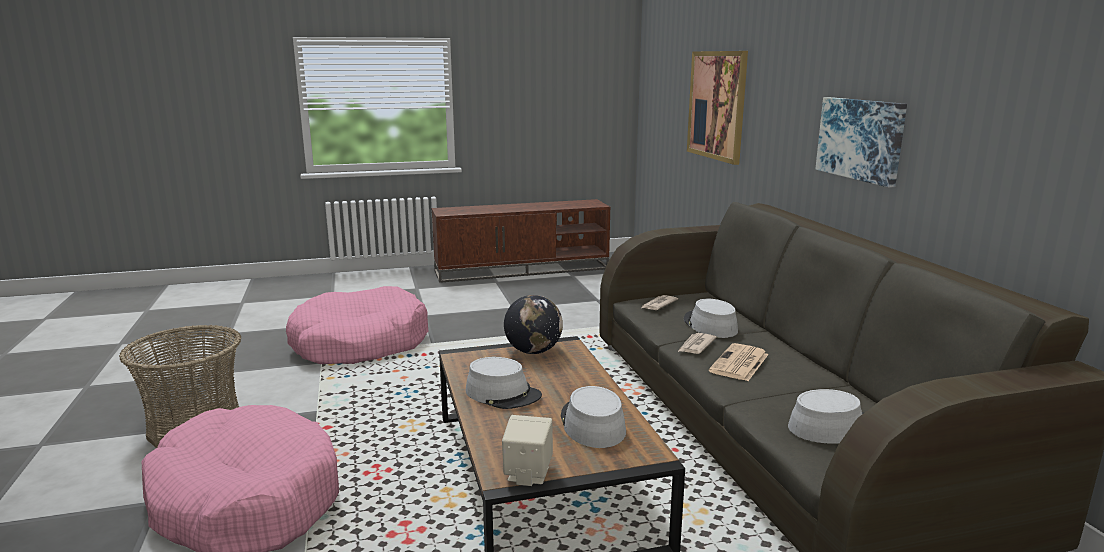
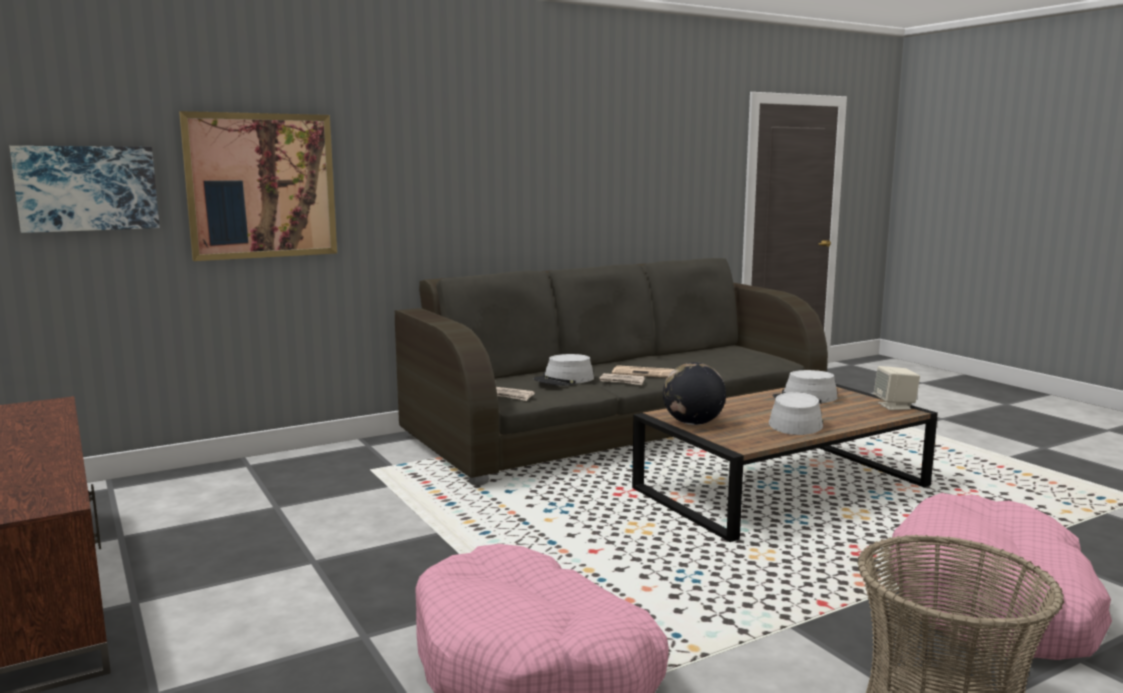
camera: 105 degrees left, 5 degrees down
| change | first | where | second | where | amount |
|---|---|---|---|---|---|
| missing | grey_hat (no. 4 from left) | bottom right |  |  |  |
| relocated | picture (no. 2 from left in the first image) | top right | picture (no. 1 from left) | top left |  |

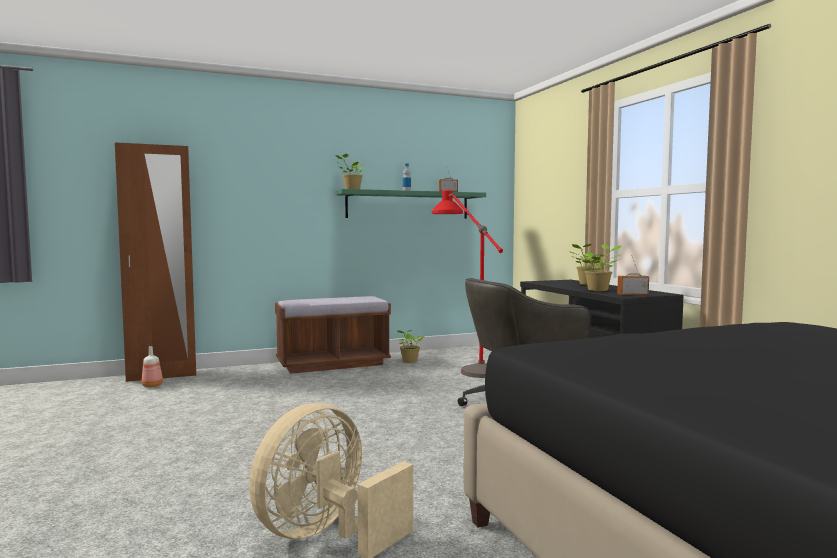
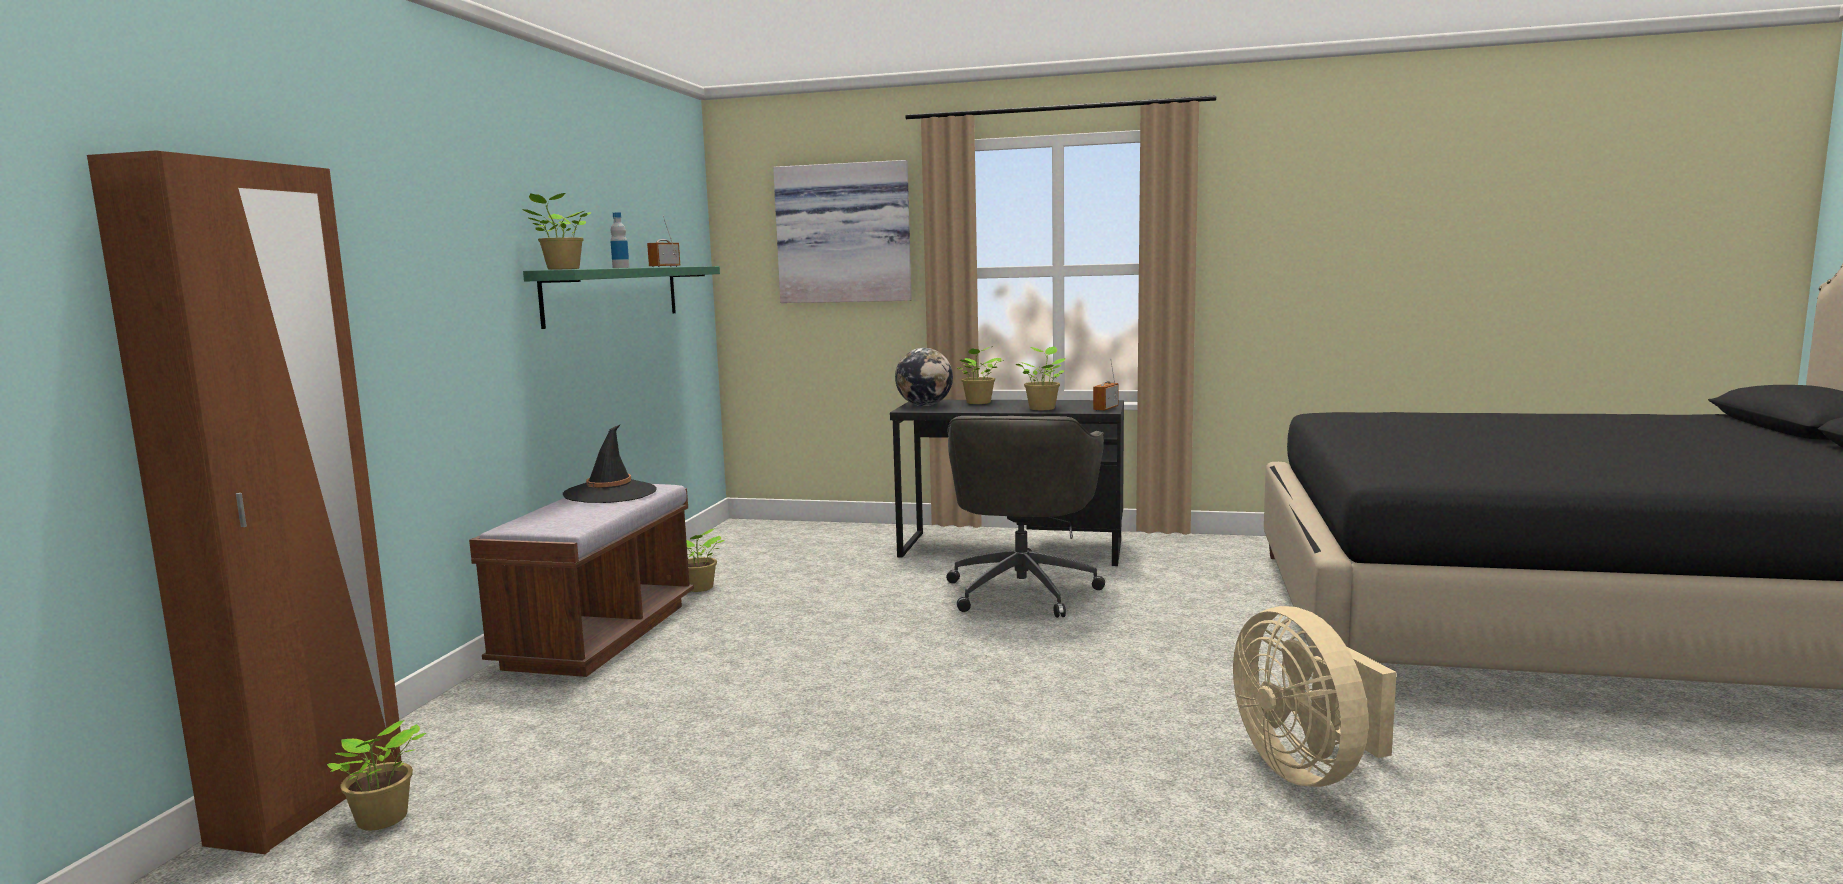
camera: 55 degrees left, 5 degrees up
| change | first | where | second | where | amount |
|---|---|---|---|---|---|
| exchanged | bottle (no. 1 from left) | middle left | potted_plant (no. 1 from left) | bottom left |  |
| missing | red_floor_lamp | centre |  |  |  |
| appeared |  |  | black_hat | middle left |  |
| appeared |  |  | picture | top centre |  |
| appeared |  |  | globe | centre |  |

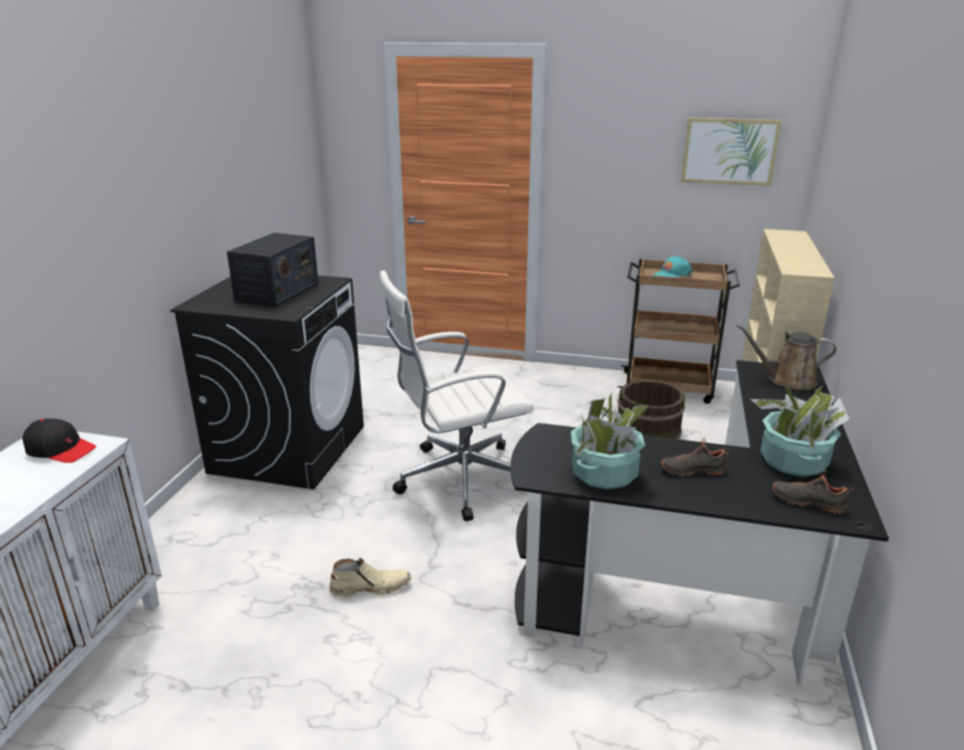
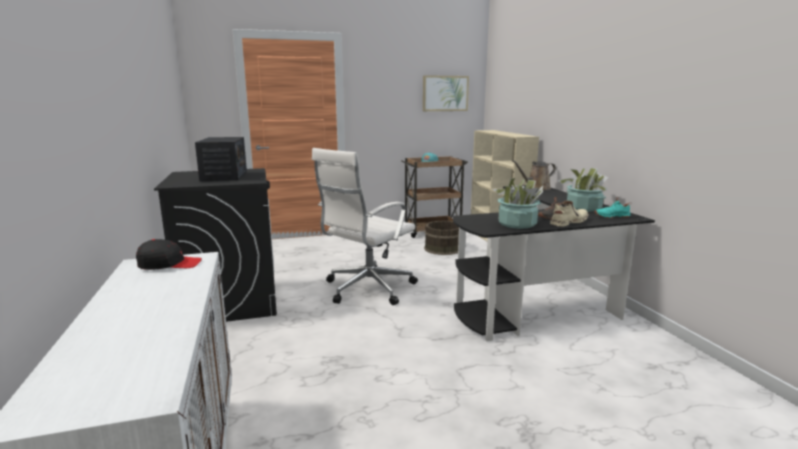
camera: 30 degrees left, 10 degrees down
| change | first | where | second | where | amount |
|---|---|---|---|---|---|
| relocated | beige_boot | bottom centre |  | middle right |  |
| colour | black_shoe (no. 2 from left) | middle right | turquoise_shoe | middle right |  |

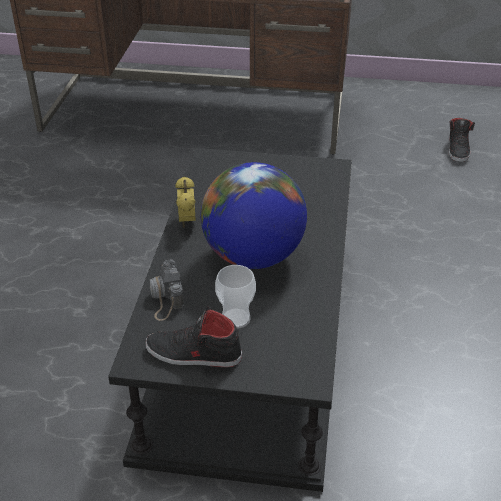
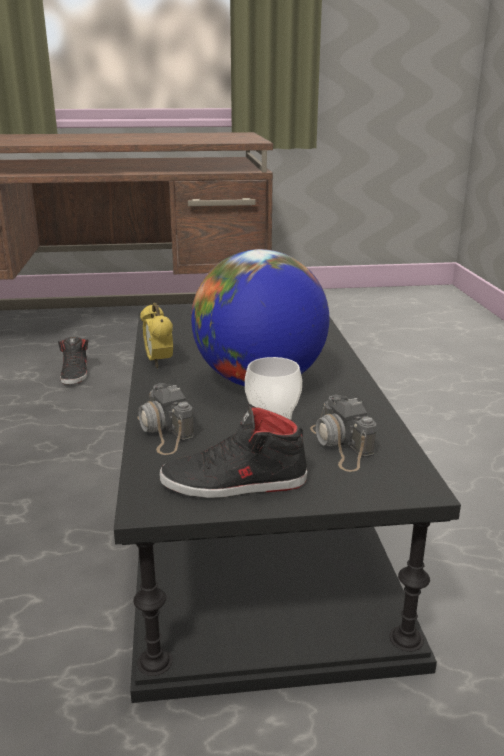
camera: 15 degrees left, 15 degrees down
| change | first | where | second | where | amount |
|---|---|---|---|---|---|
| relocated | black_shoe (no. 2 from left in the first image) | top right | black_shoe (no. 1 from left) | middle left |  |
| appeared |  |  | photo_camera (no. 2 from left) | middle right |  |

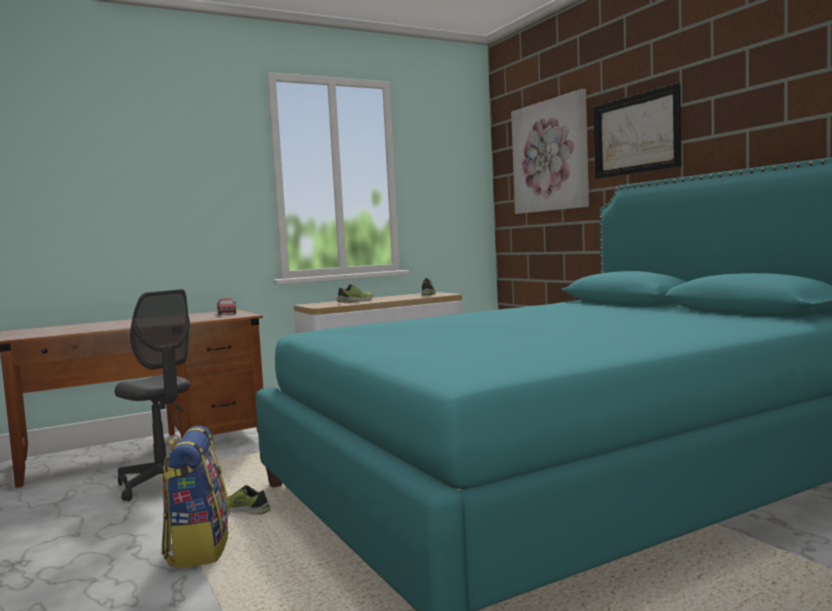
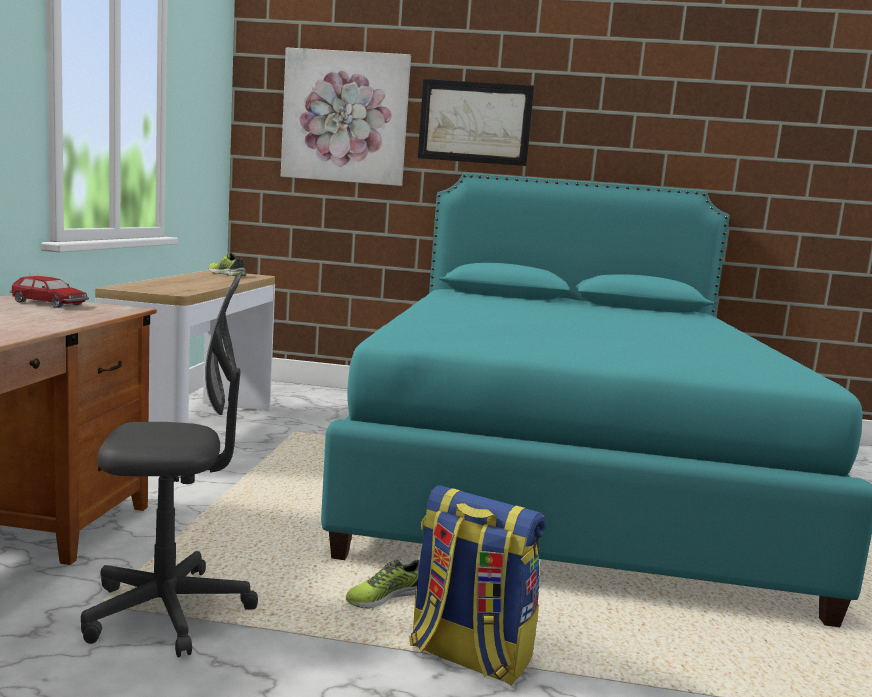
camera: 55 degrees left, 5 degrees up
| change | first | where | second | where | amount |
|---|---|---|---|---|---|
| missing | shoe (no. 2 from left) | centre |  |  |  |

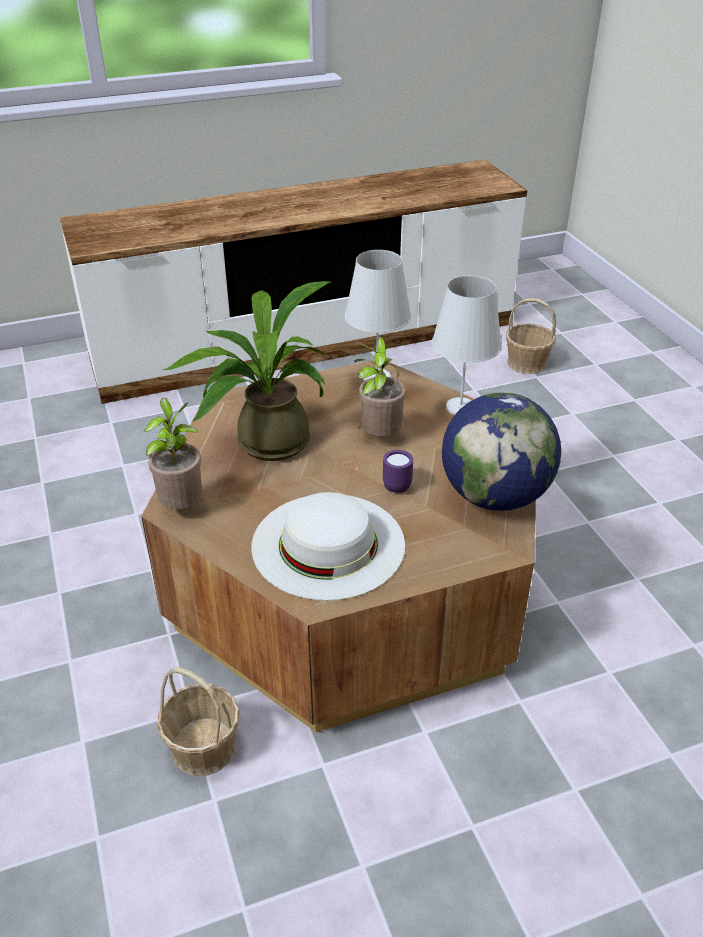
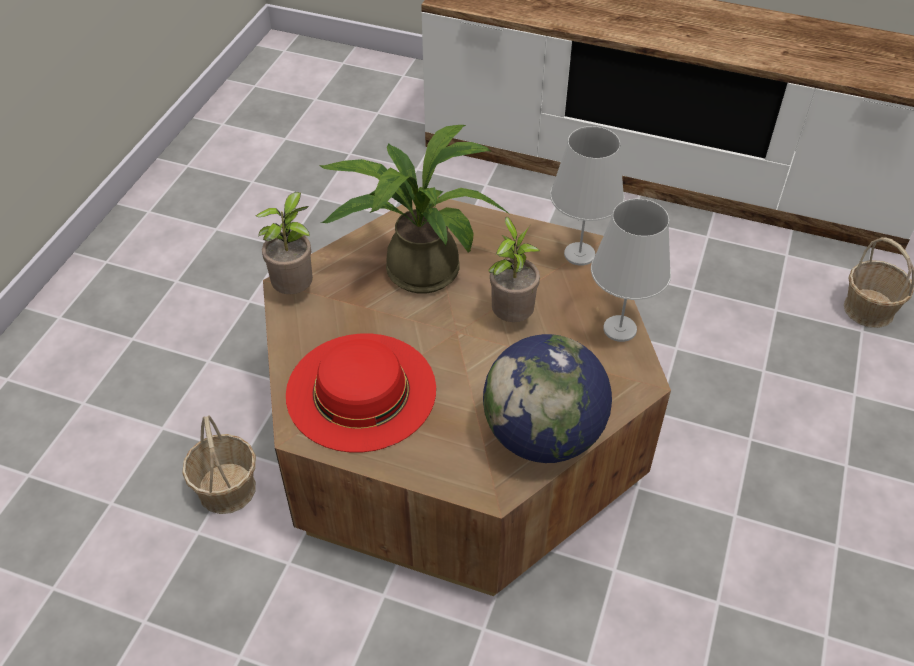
camera: 40 degrees right, 10 degrees up
| change | first | where | second | where | amount |
|---|---|---|---|---|---|
| colour | white_hat | centre | red_hat | centre |  |
| missing | purple_mug | centre |  |  |  |

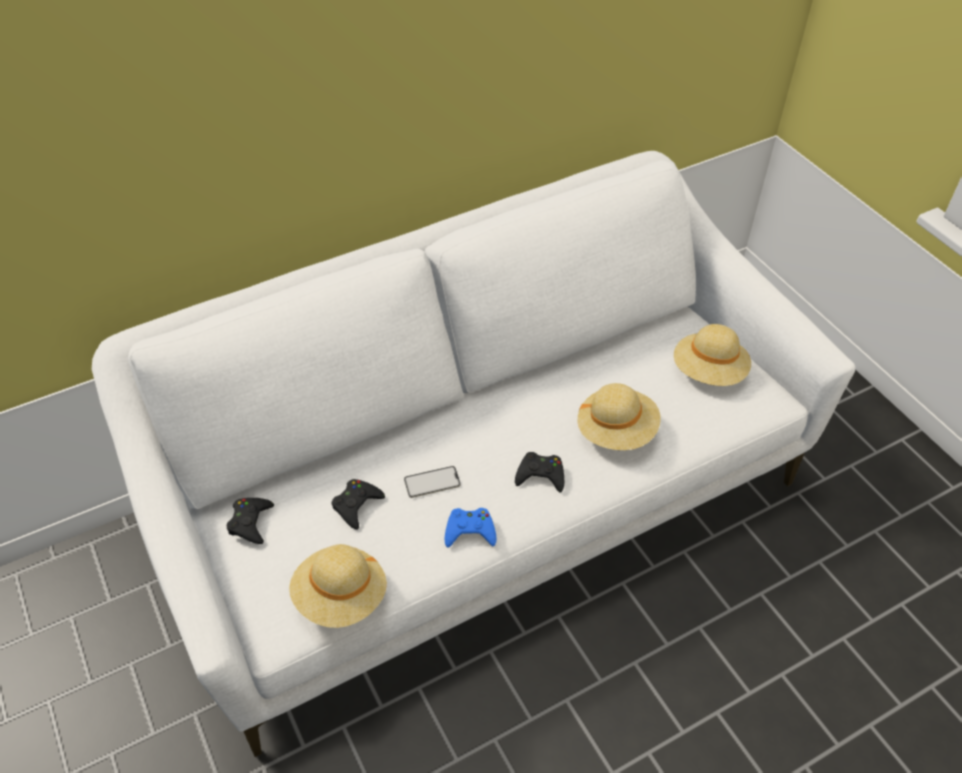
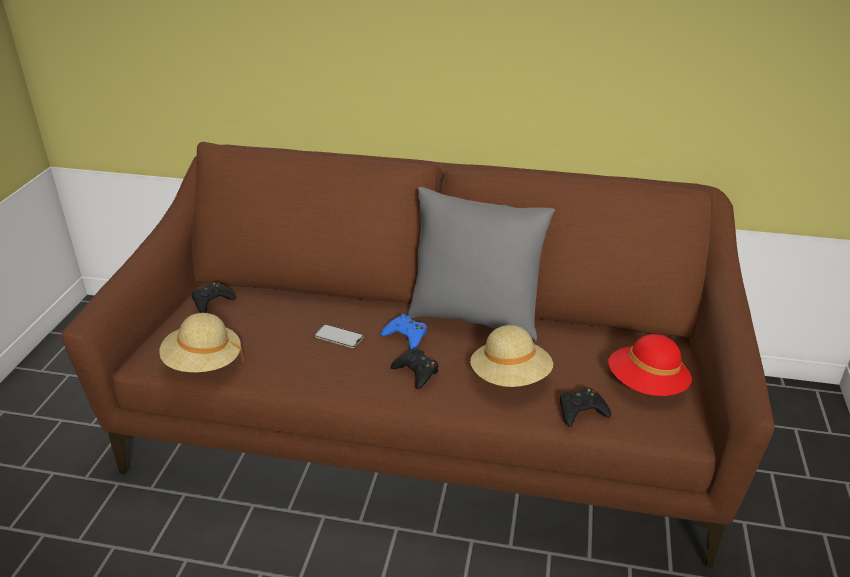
camera: 40 degrees right, 15 degrees down
| change | first | where | second | where | amount |
|---|---|---|---|---|---|
| colour | white_sofa | centre | brown_sofa | centre |  |
| relocated | black_game_controller (no. 2 from left in the first image) | centre | black_game_controller (no. 3 from left) | bottom right |  |
| relocated | blue_game_controller | bottom centre |  | centre |  |
| colour | beige_hat (no. 3 from left) | middle right | red_hat | middle right |  |
| appeared |  |  | grey_pillow | centre |  |

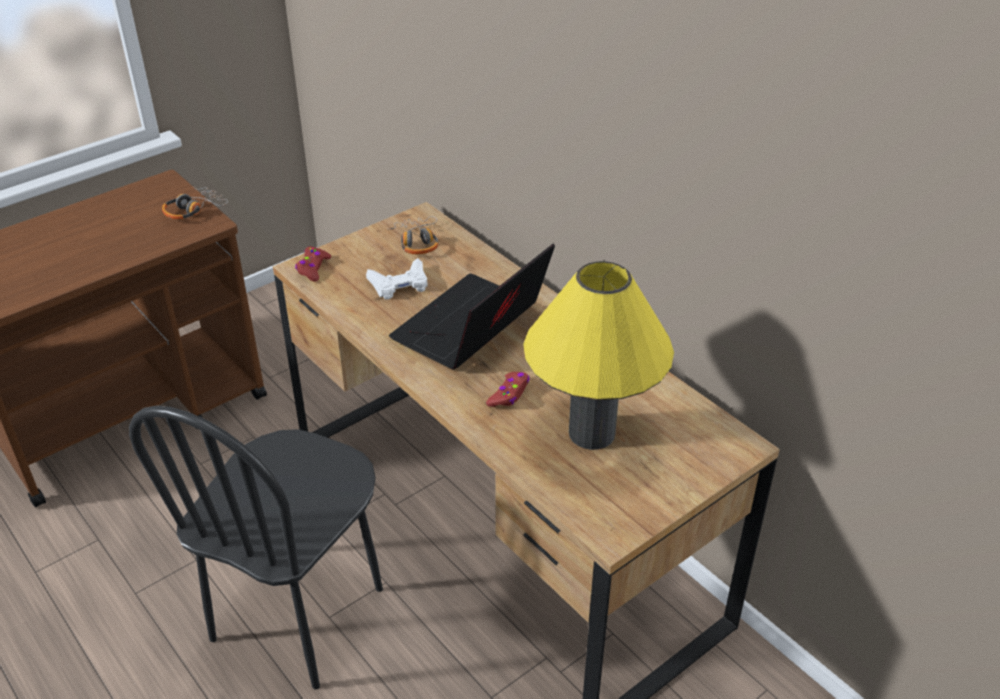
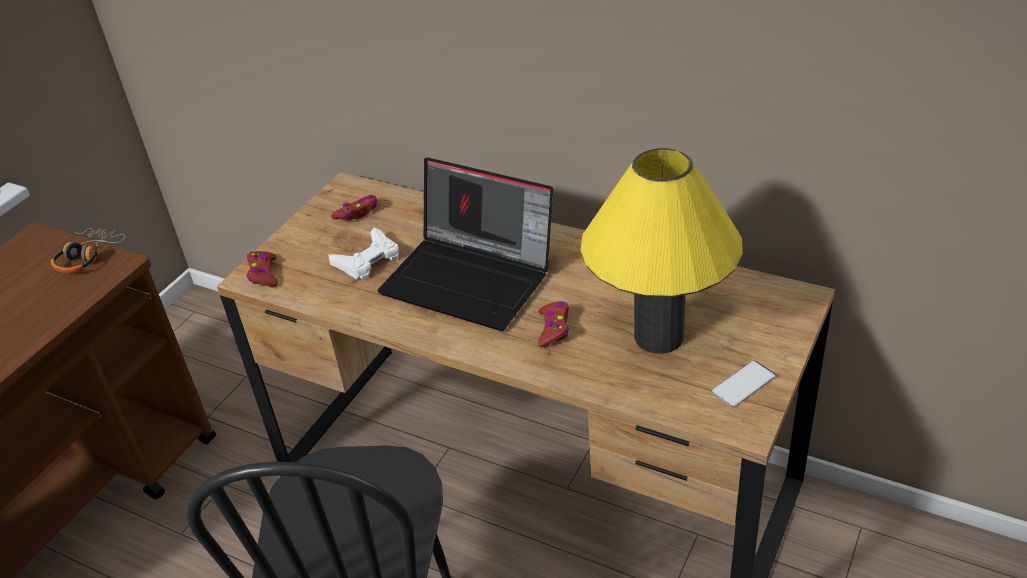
camera: 20 degrees left, 0 degrees up
| change | first | where | second | where | amount |
|---|---|---|---|---|---|
| exchanged | headphones (no. 2 from left) | centre | red_game_controller (no. 2 from left) | centre |  |
| spun | laptop | centre |  | centre | 75 degrees counterclockwise |
| appeared |  |  | phone | middle right |  |

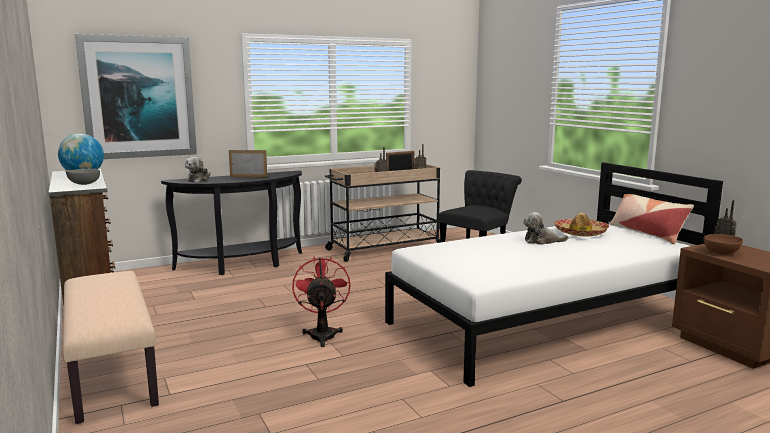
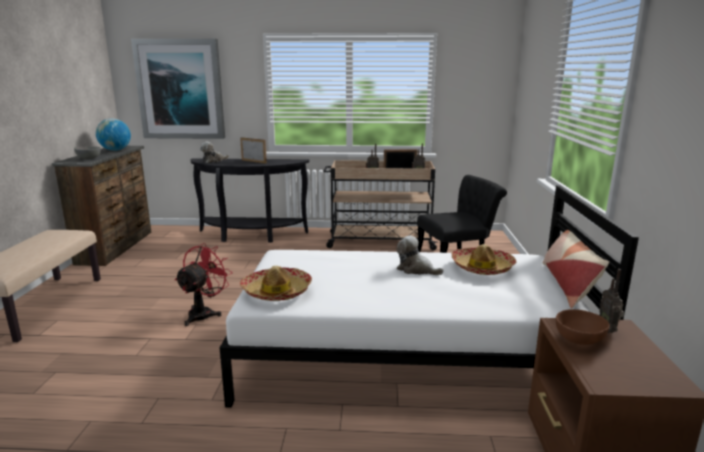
camera: 30 degrees right, 5 degrees up
| change | first | where | second | where | amount |
|---|---|---|---|---|---|
| appeared |  |  | hat (no. 1 from left) | centre |  |

